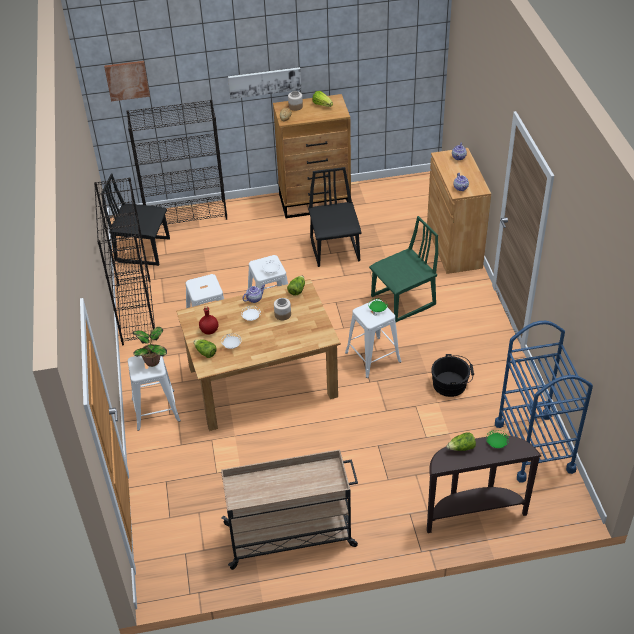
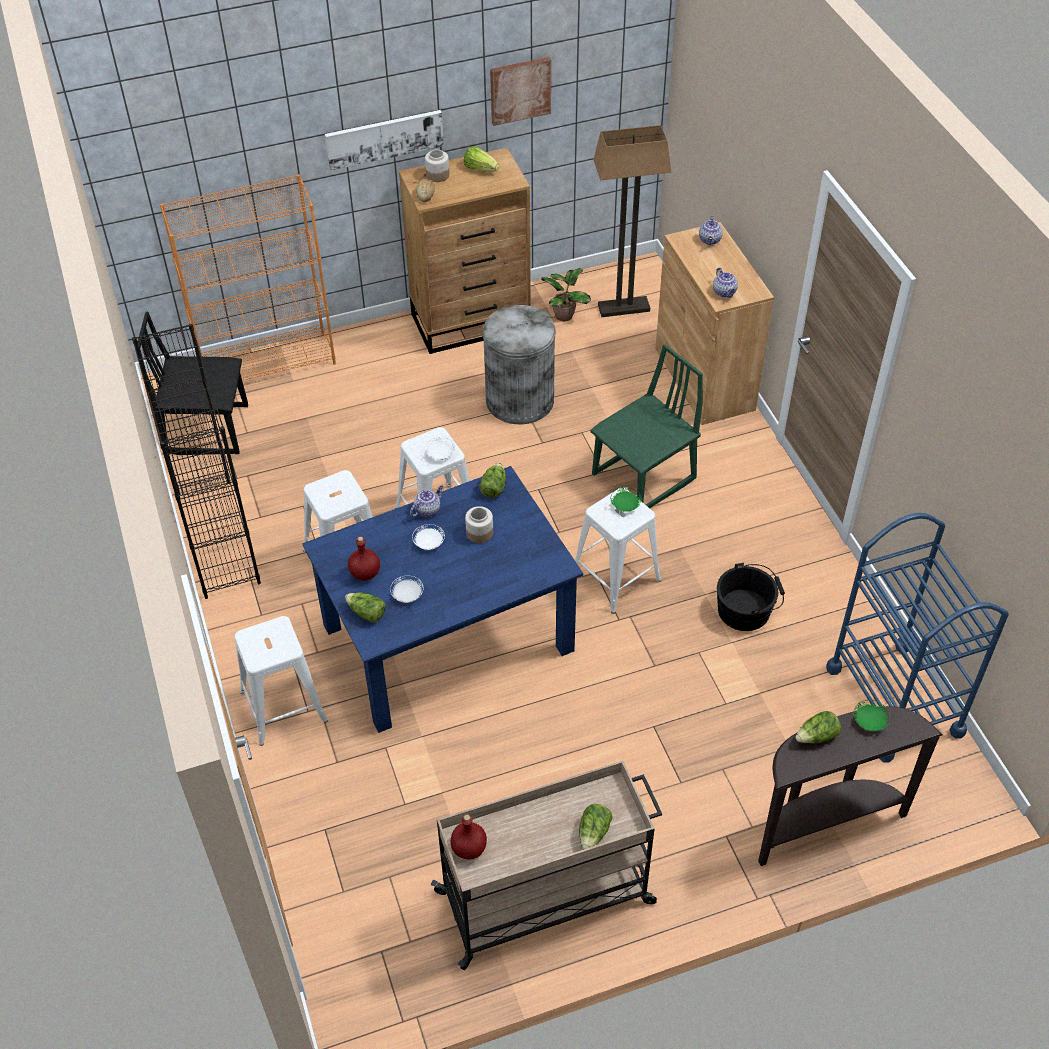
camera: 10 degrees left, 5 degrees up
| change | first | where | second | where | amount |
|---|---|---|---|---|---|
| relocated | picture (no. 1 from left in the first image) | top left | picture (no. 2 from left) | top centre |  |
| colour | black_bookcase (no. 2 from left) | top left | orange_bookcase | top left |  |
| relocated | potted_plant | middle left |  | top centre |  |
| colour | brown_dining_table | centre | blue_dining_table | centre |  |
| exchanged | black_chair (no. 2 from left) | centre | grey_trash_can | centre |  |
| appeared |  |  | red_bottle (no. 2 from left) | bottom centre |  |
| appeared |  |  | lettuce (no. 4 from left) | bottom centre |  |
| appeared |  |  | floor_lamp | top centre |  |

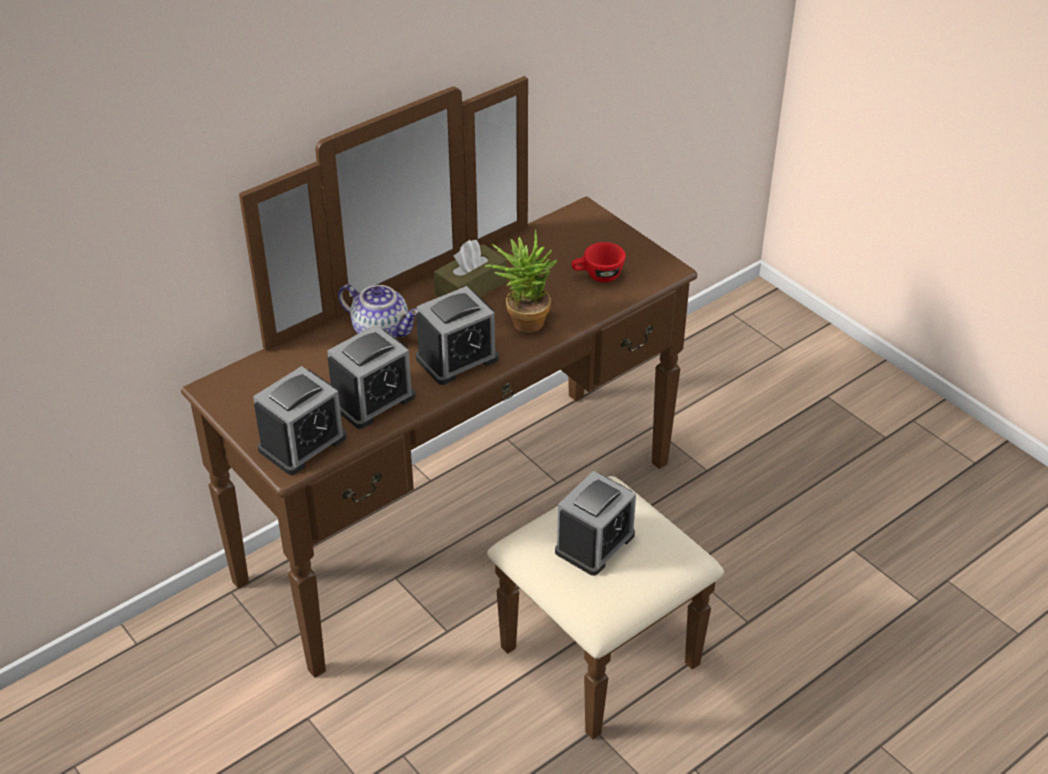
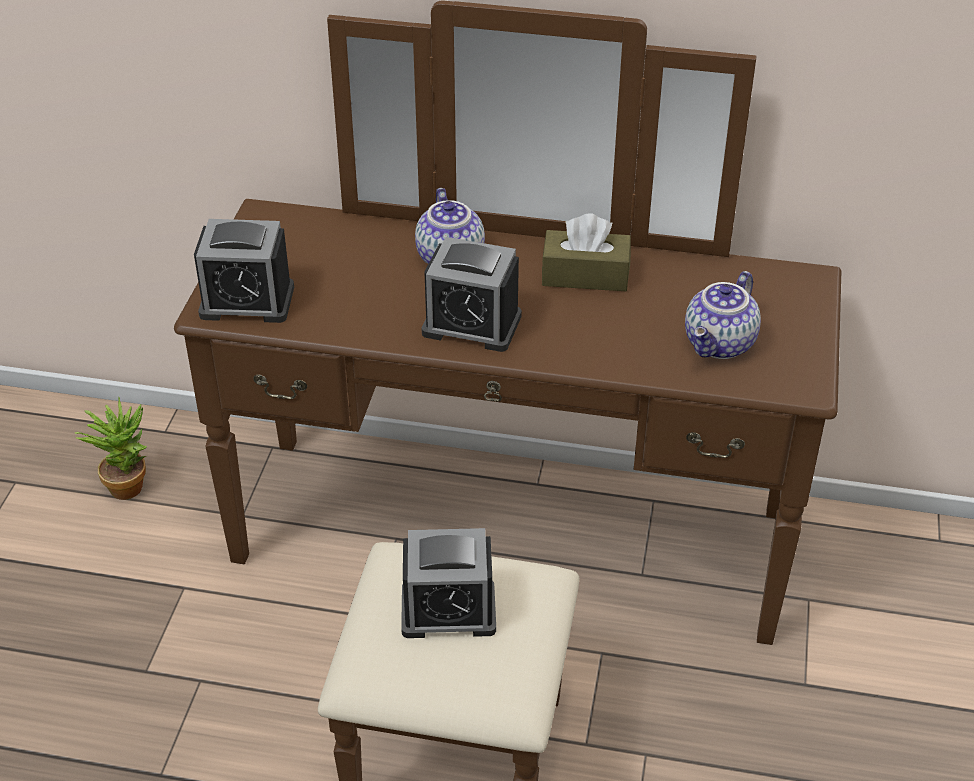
camera: 50 degrees right, 0 degrees up
| change | first | where | second | where | amount |
|---|---|---|---|---|---|
| missing | alarm_clock (no. 2 from left) | centre |  |  |  |
| relocated | potted_plant | centre |  | middle left |  |
| exchanged | red_cup | centre | teapot (no. 2 from left) | middle right |  |

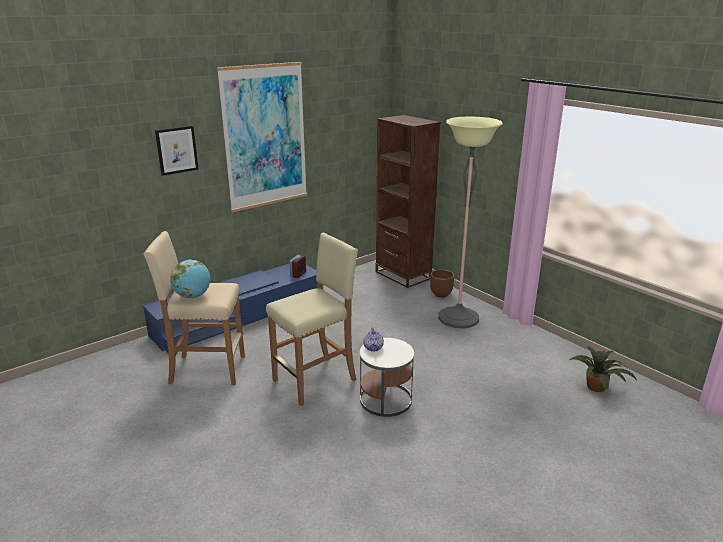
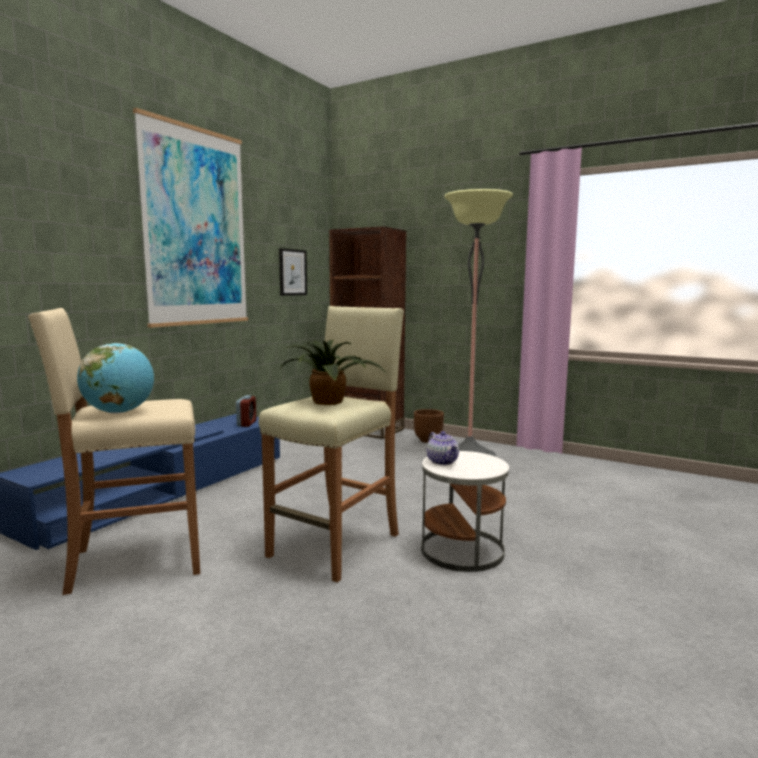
camera: 20 degrees left, 15 degrees down
| change | first | where | second | where | amount |
|---|---|---|---|---|---|
| relocated | picture (no. 1 from left in the first image) | top left | picture (no. 2 from left) | centre |  |
| relocated | potted_plant | bottom right |  | centre |  |

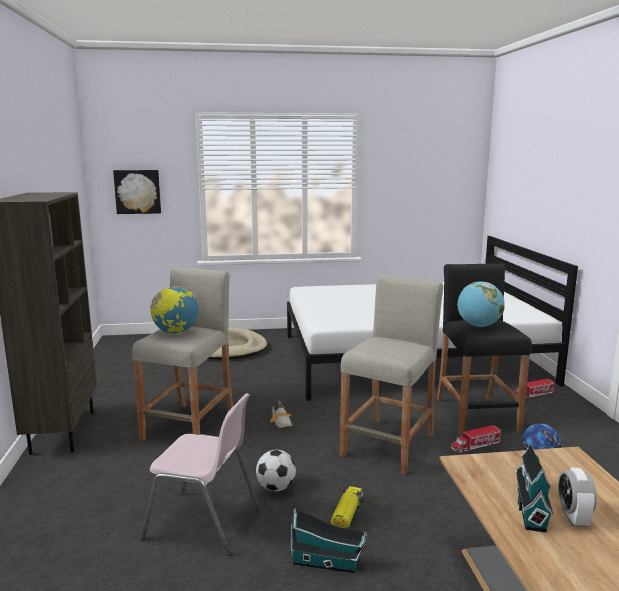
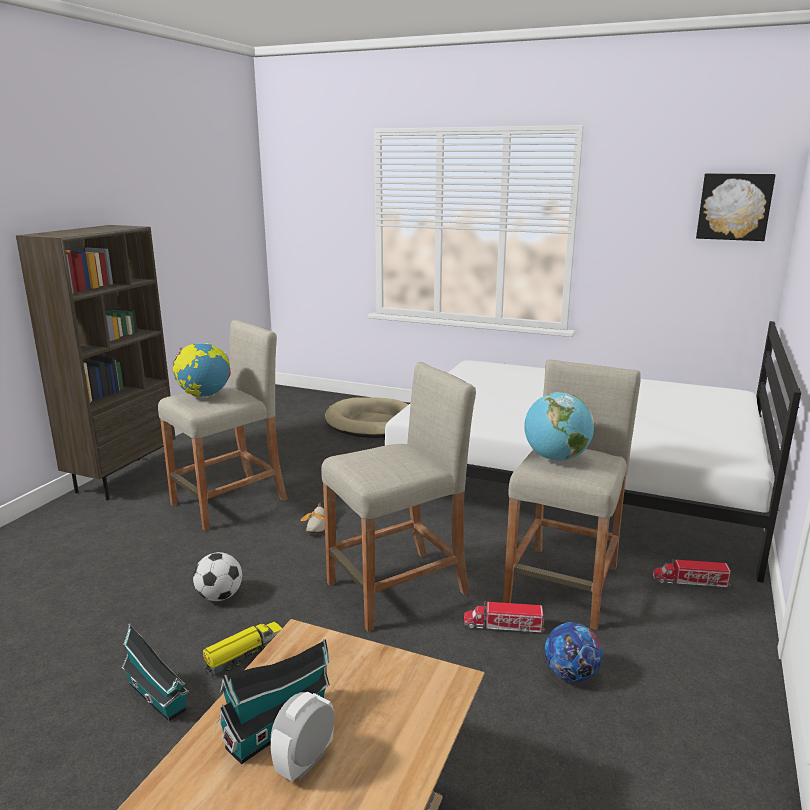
camera: 30 degrees right, 5 degrees up
| change | first | where | second | where | amount |
|---|---|---|---|---|---|
| relocated | picture | top left |  | top right |  |
| missing | pink_chair | bottom left |  |  |  |
| colour | black_stool | middle right | beige_stool (no. 3 from left) | middle right |  |

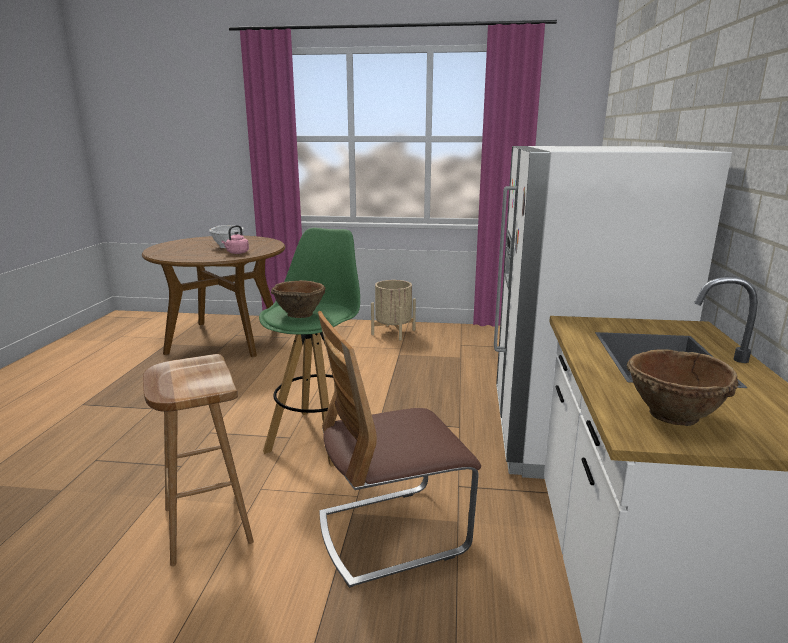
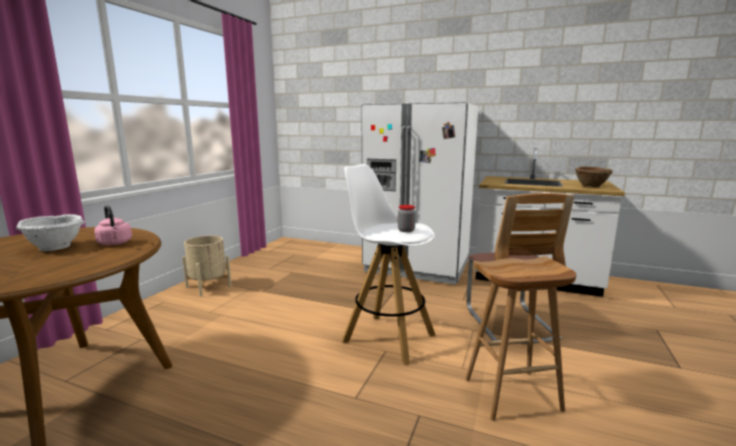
camera: 75 degrees left, 5 degrees down
| change | first | where | second | where | amount |
|---|---|---|---|---|---|
| colour | green_stool | centre | white_stool | centre |  |
| exchanged | brown_bowl (no. 1 from left) | centre | jar | centre |  |

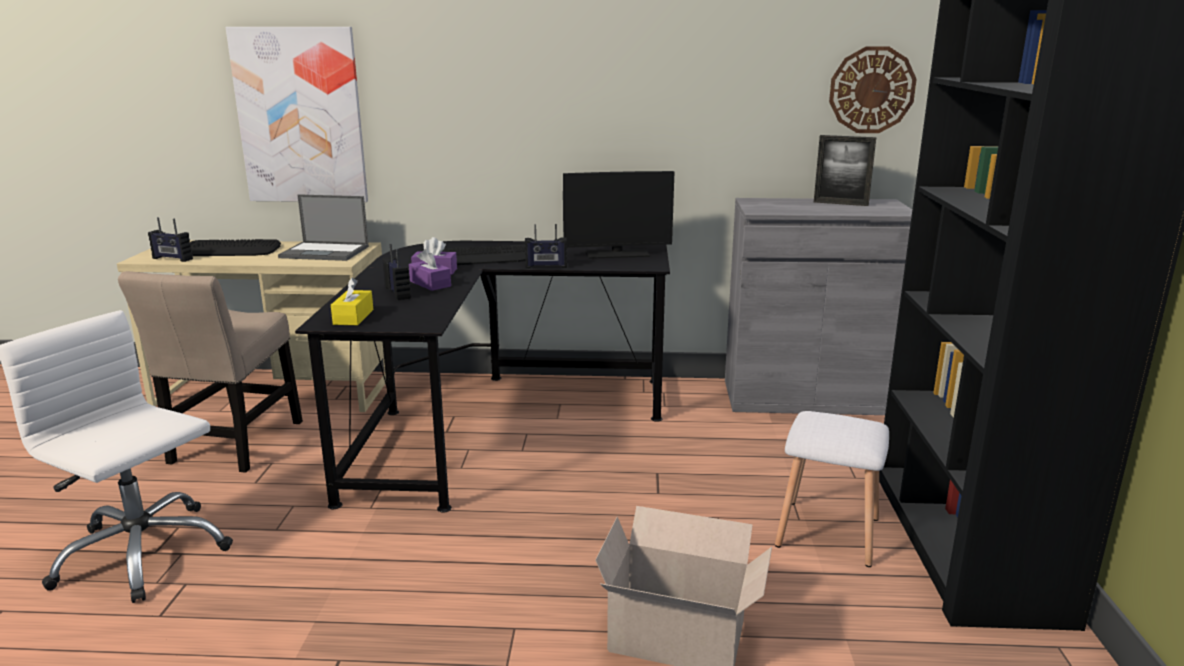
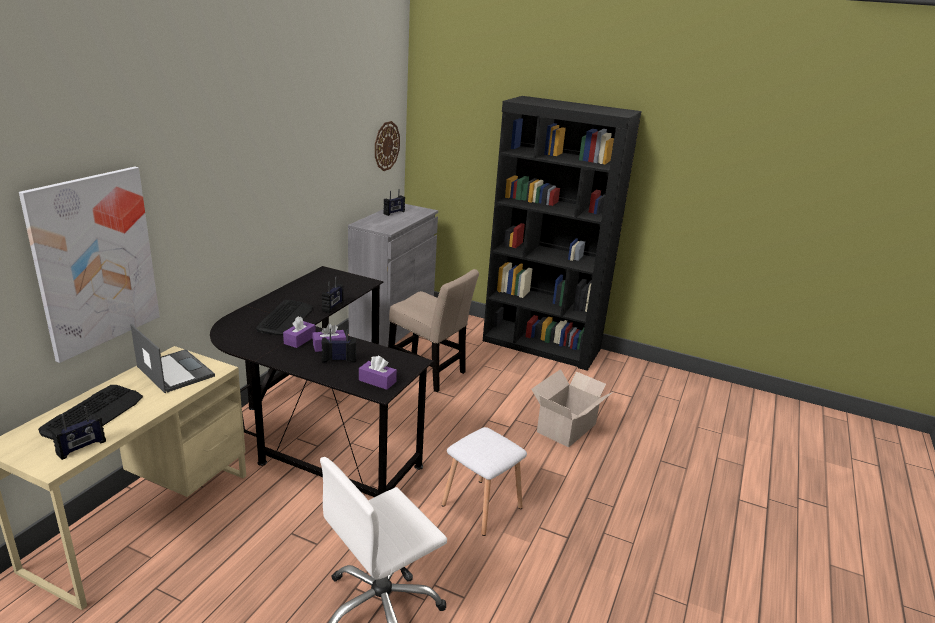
camera: 70 degrees left, 5 degrees up
| change | first | where | second | where | amount |
|---|---|---|---|---|---|
| relocated | beige_chair | middle left |  | centre |  |
| spun | laptop | middle left |  | middle left | 75 degrees counterclockwise |
| colour | yellow_tissue_box | middle left | purple_tissue_box (no. 3 from left) | centre |  |
| missing | monitor | top centre |  |  |  |
| relocated | white_stool | bottom right |  | bottom centre |  |
| exchanged | picture_frame | top right | radio (no. 4 from left) | top centre |  |

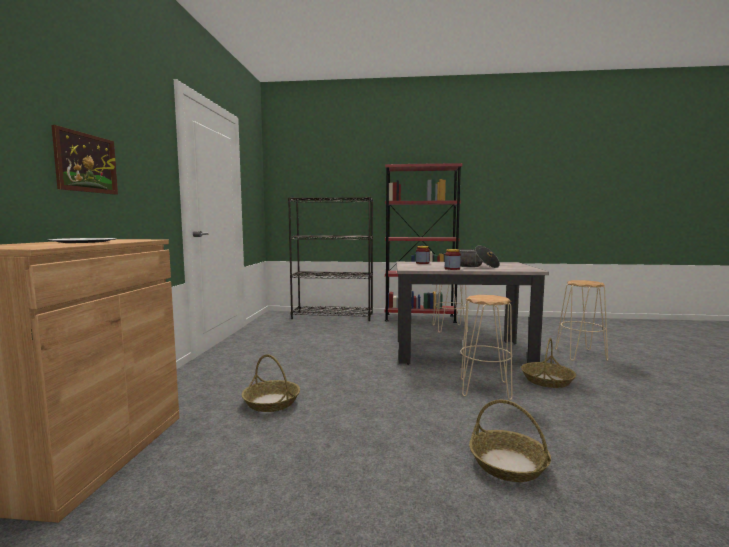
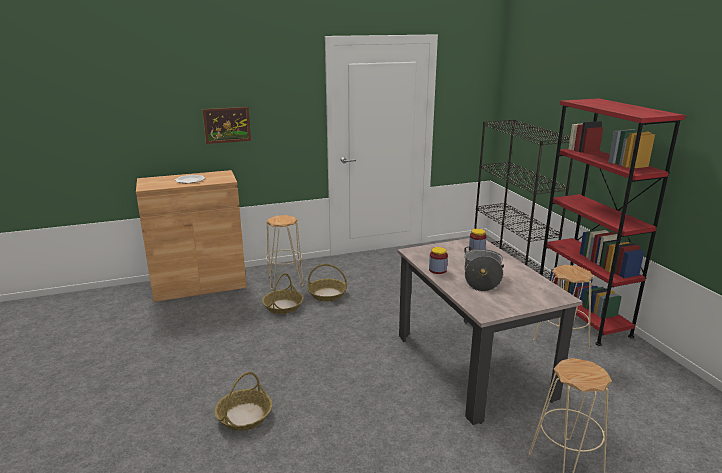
camera: 65 degrees right, 15 degrees up
| change | first | where | second | where | amount |
|---|---|---|---|---|---|
| relocated | beige_stool (no. 2 from left in the first image) | middle right | beige_stool (no. 1 from left) | centre |  |
| relocated | basket (no. 3 from left) | middle right |  | centre |  |

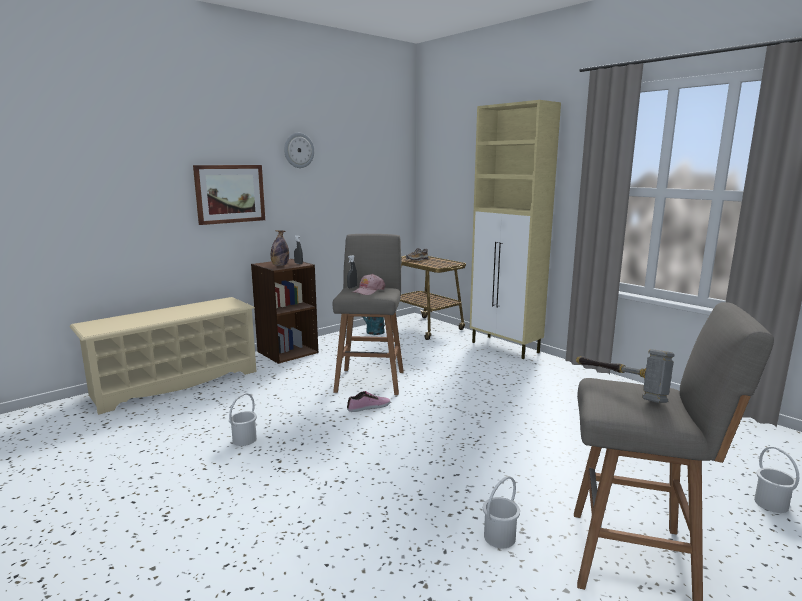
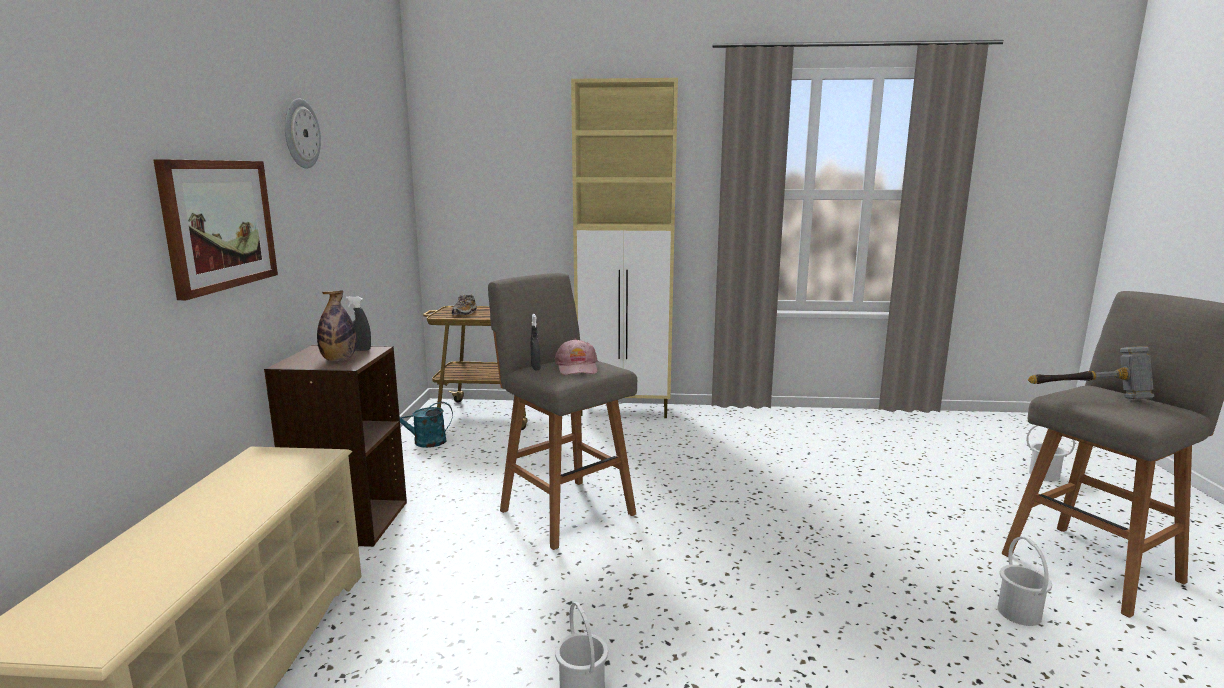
camera: 45 degrees left, 0 degrees up
| change | first | where | second | where | amount |
|---|---|---|---|---|---|
| missing | shoe (no. 1 from left) | bottom centre |  |  |  |

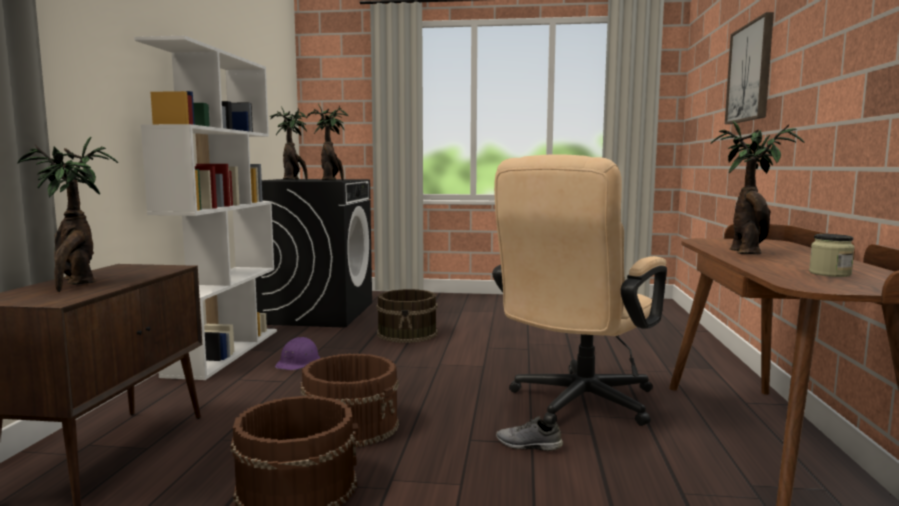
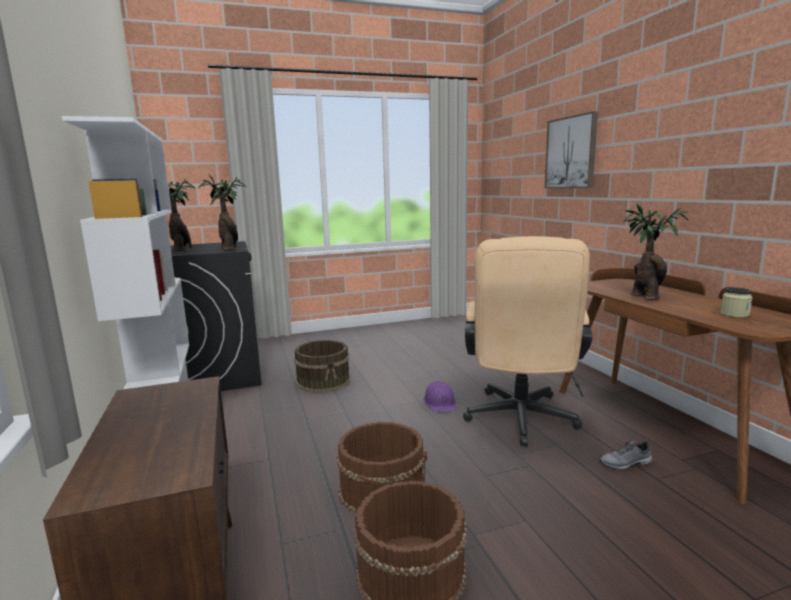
camera: 25 degrees left, 5 degrees up
| change | first | where | second | where | amount |
|---|---|---|---|---|---|
| missing | potted_plant (no. 1 from left) | middle left |  |  |  |
| relocated | purple_hard_hat | bottom left |  | centre |  |
| relocated | grey_shoe | bottom centre |  | bottom right |  |

